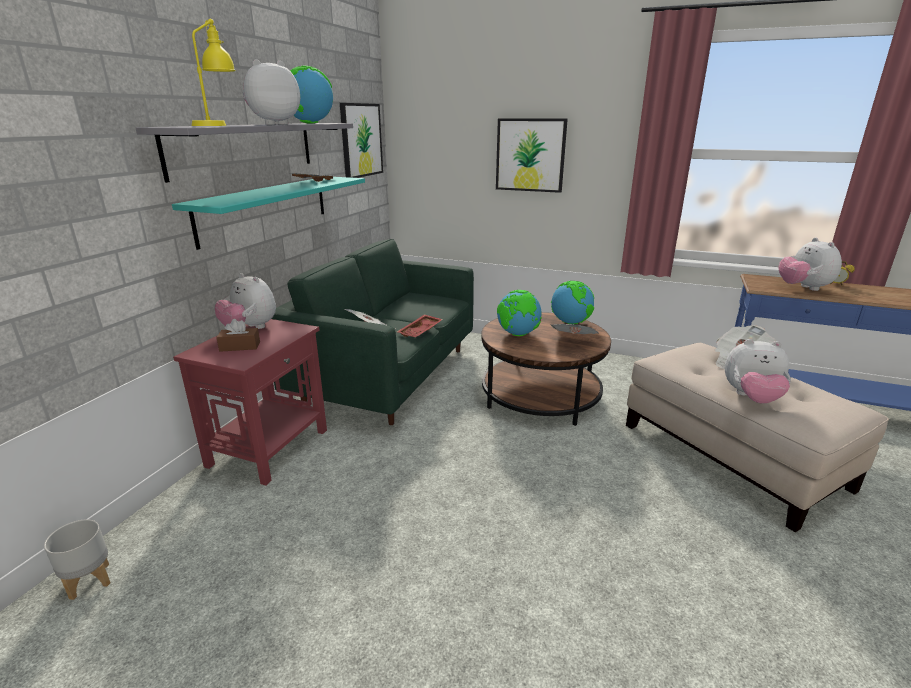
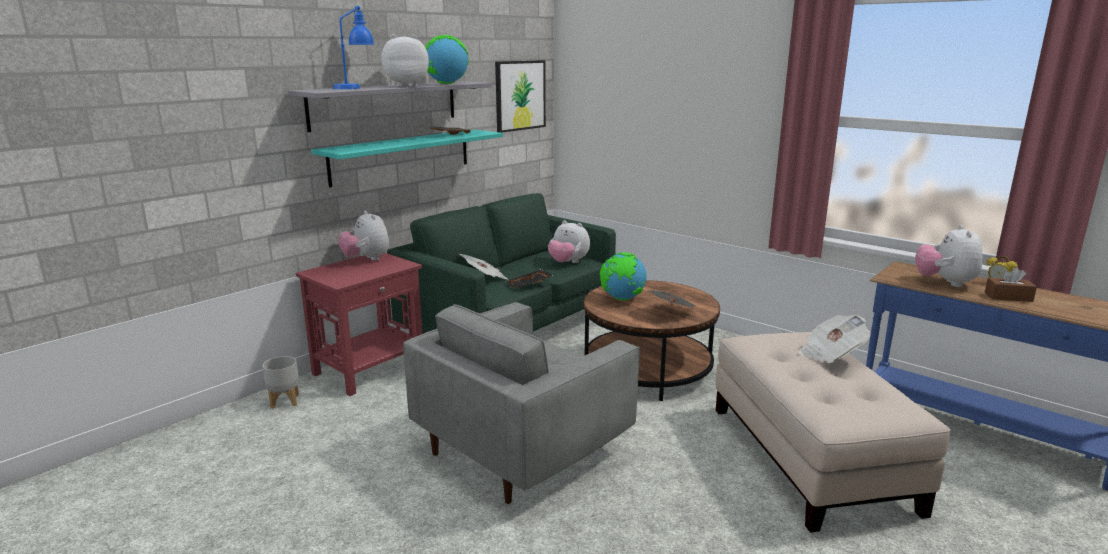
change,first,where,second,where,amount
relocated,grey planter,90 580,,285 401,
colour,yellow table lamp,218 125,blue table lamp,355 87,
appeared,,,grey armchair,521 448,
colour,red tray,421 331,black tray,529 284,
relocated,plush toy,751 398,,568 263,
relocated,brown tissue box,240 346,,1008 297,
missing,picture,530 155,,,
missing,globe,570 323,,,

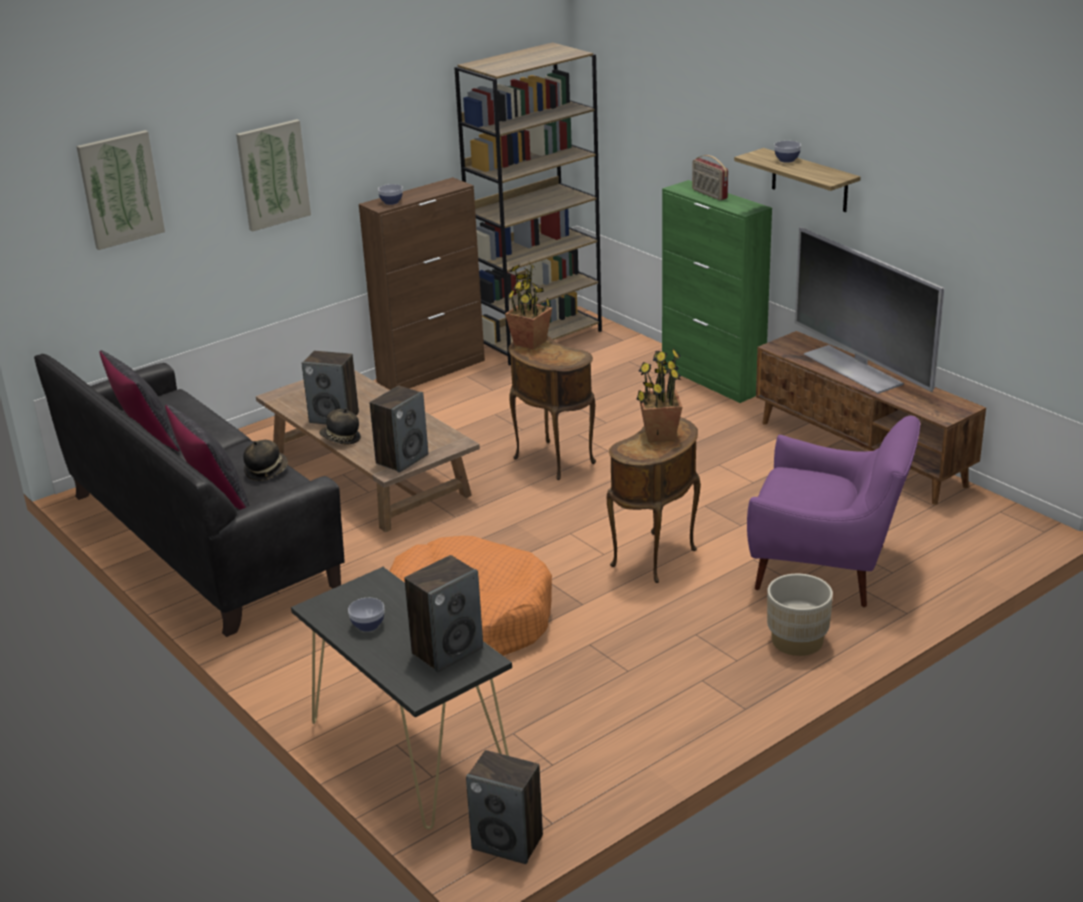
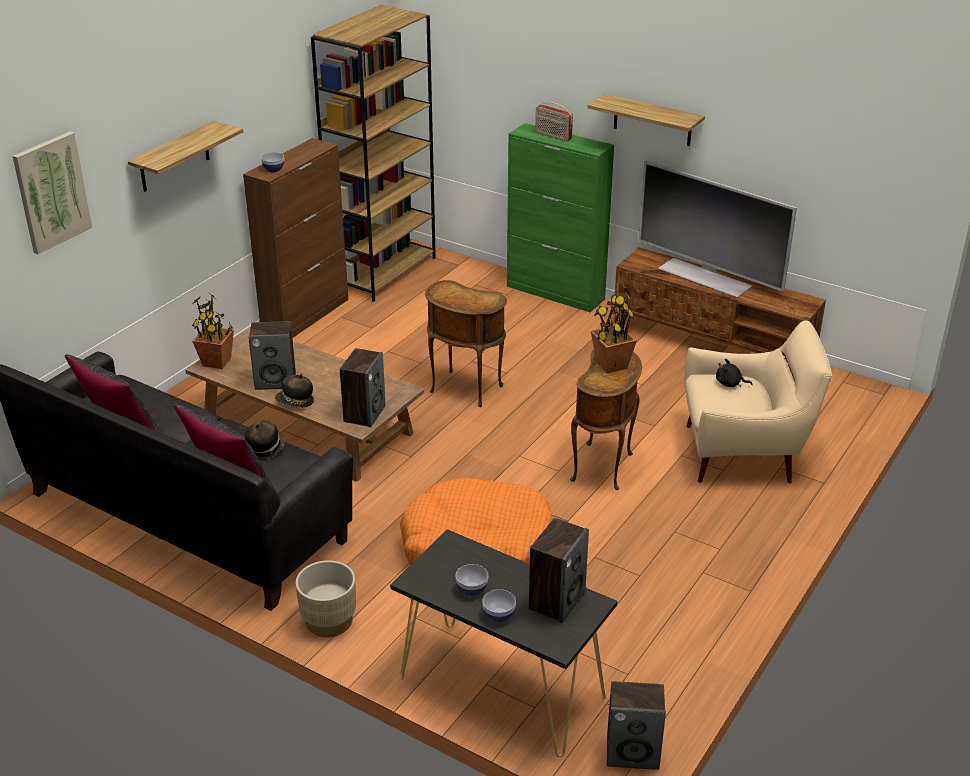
change,first,where,second,where,amount
exchanged,picture,273 174,shelf,174 157,
relocated,potted plant,530 343,,217 362,
relocated,beige planter,797 641,,329 621,
relocated,bowl,787 160,,499 615,
colour,purple armchair,828 569,beige armchair,744 454,
appeared,,,black plush toy,730 384,

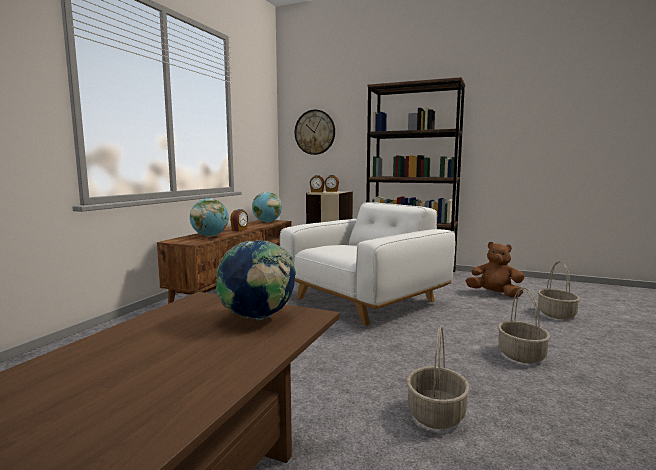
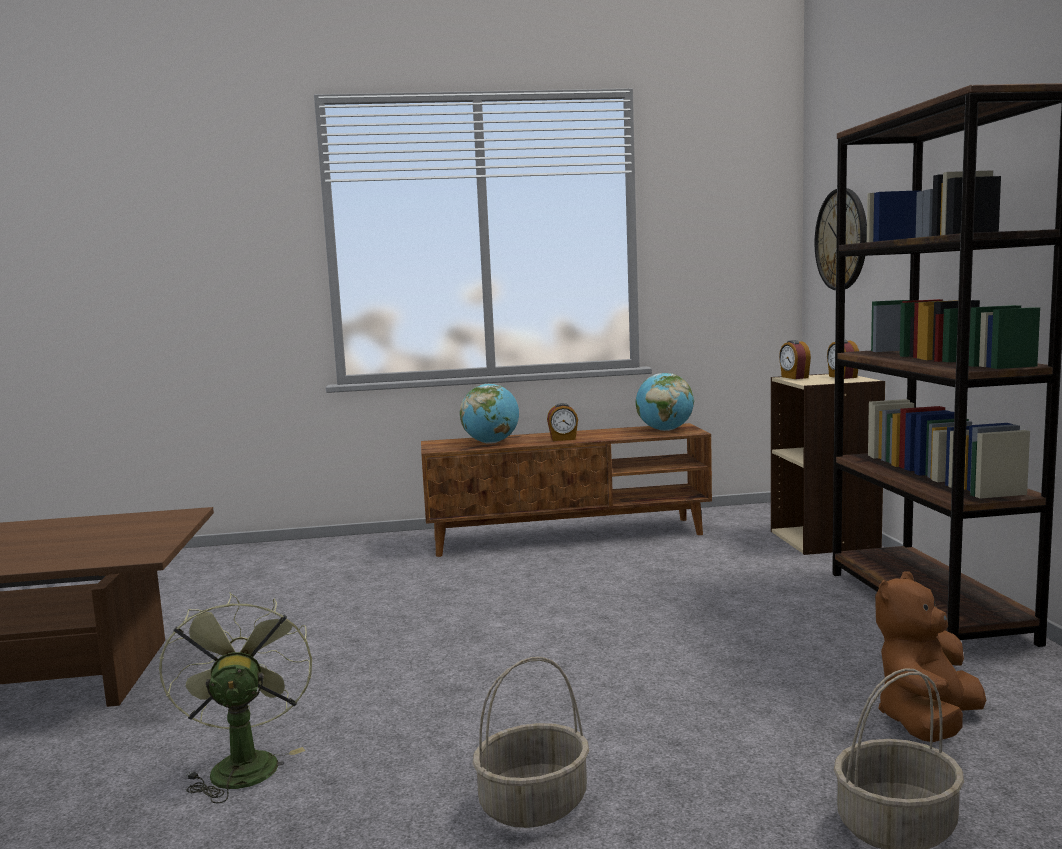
change,first,where,second,where,amount
exchanged,basket,436 414,green fan,243 764,
spun,brown plush toy,495 294,,927 723,135 degrees counterclockwise
missing,globe,258 318,,,
missing,white armchair,364 300,,,

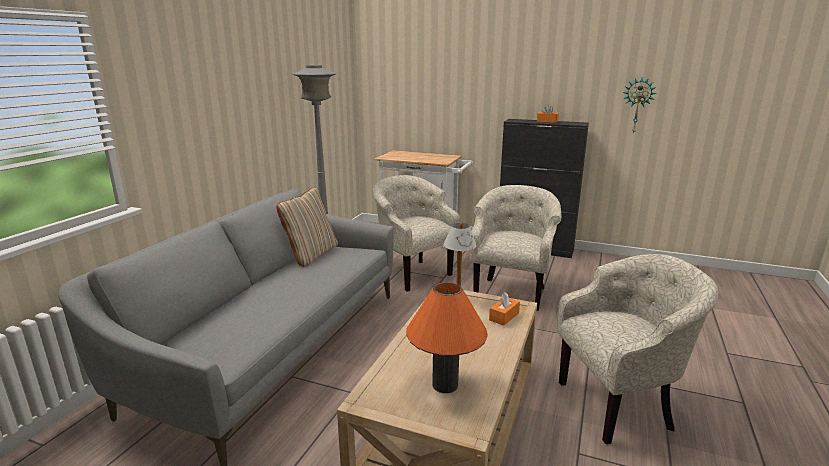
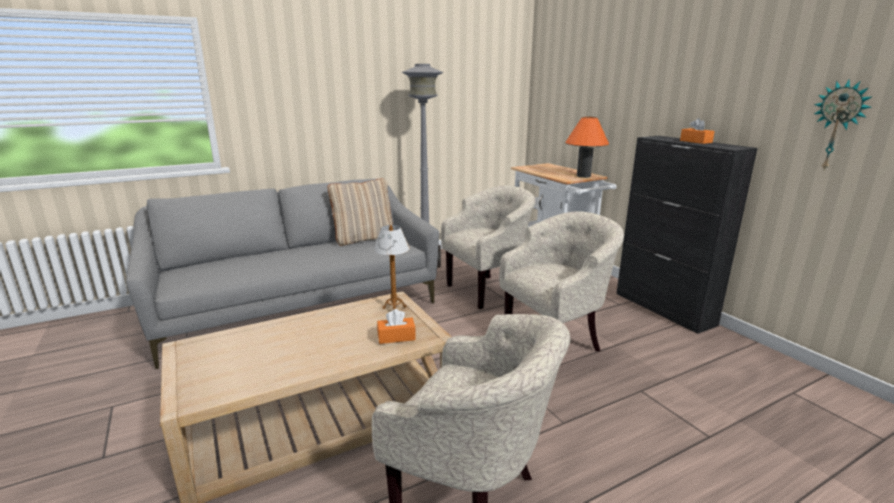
change,first,where,second,where,amount
spun,beige armchair,412 273,,487 290,60 degrees clockwise
relocated,orange table lamp,445 385,,583 176,

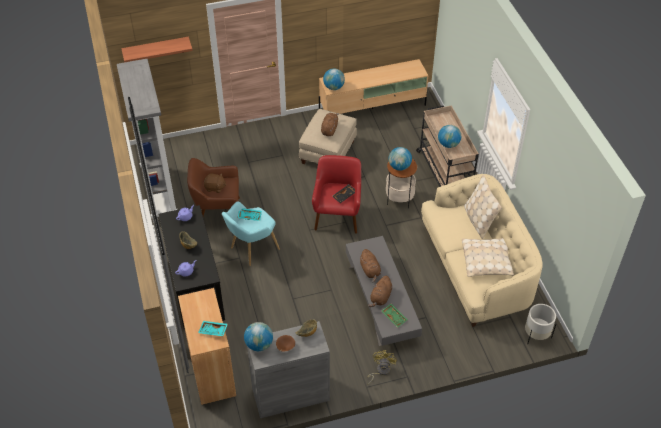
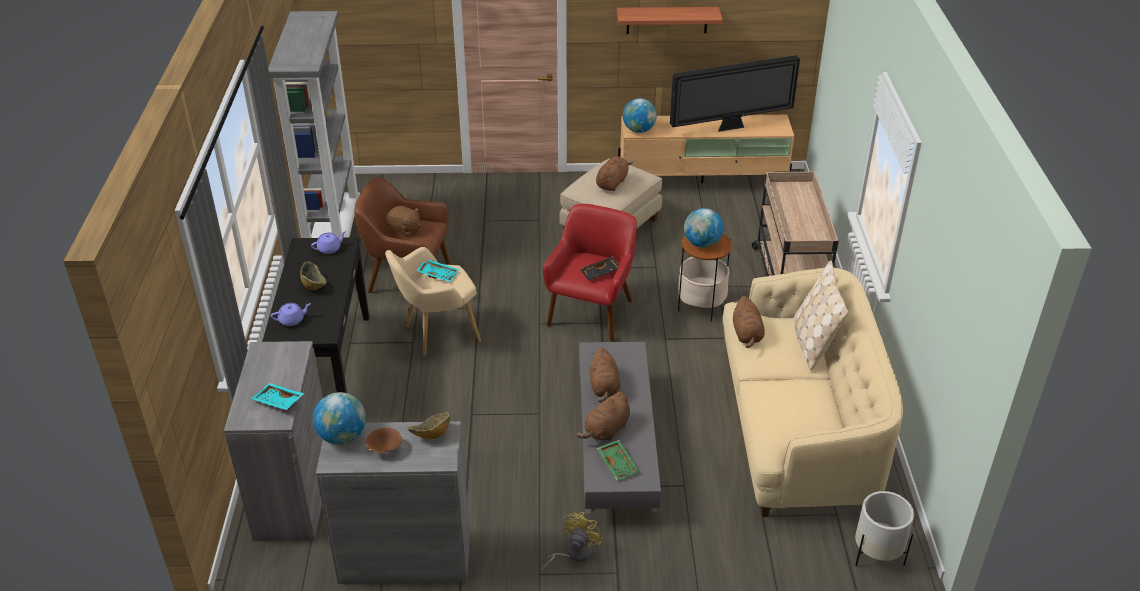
change,first,where,second,where,amount
colour,brown cabinet,211 371,grey cabinet,294 493,
colour,turquoise armchair,251 249,beige armchair,437 334,
relocated,shelf,156 49,,667 20,
appeared,,,television,731 127,
appeared,,,brown plush toy,747 335,
missing,globe,448 144,,,
missing,beige pillow,486 261,,,

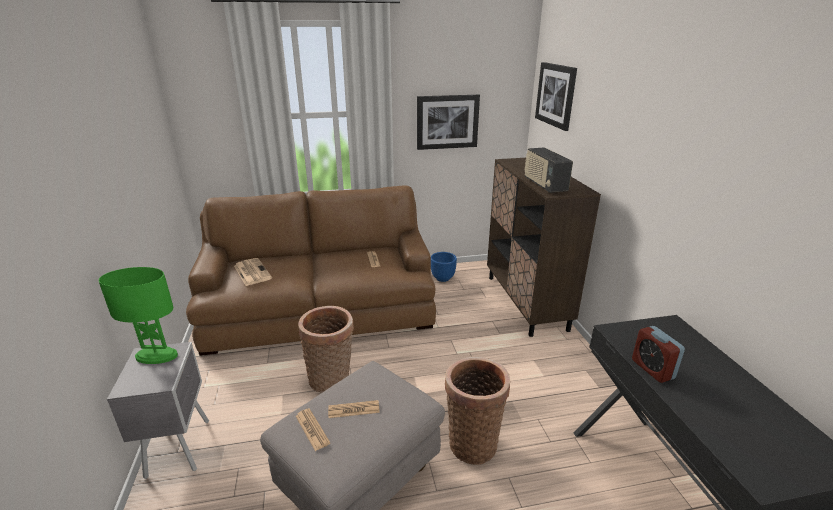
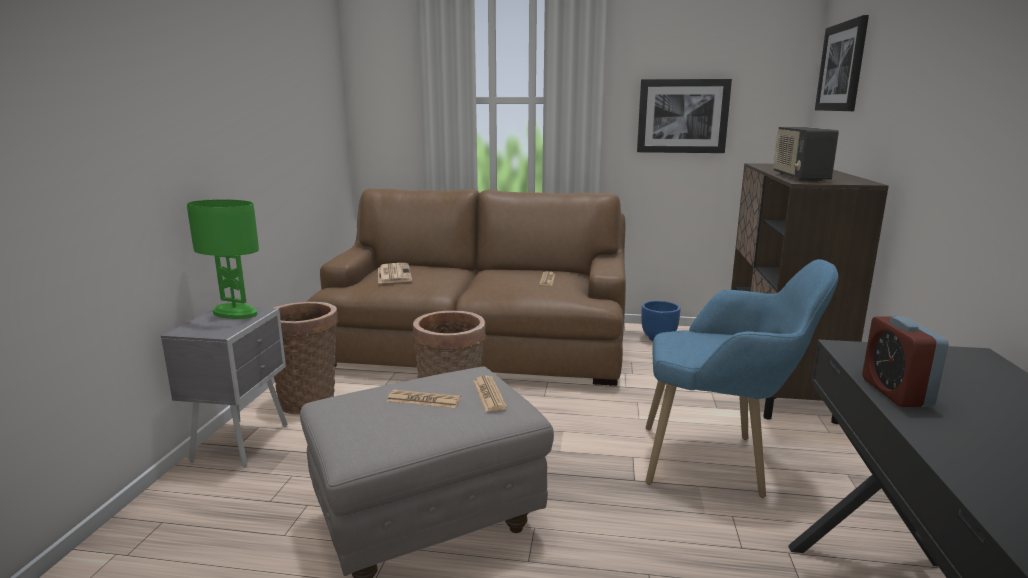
change,first,where,second,where,amount
relocated,basket,472 441,,309 400,
relocated,newspaper,312 429,,489 394,
appeared,,,blue armchair,720 462,

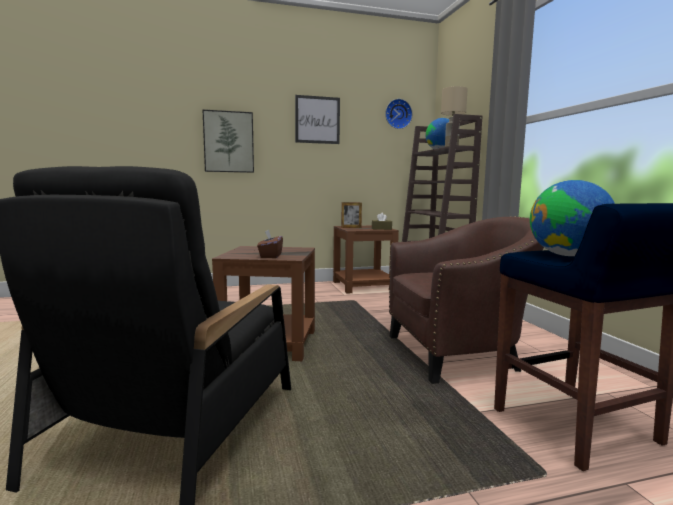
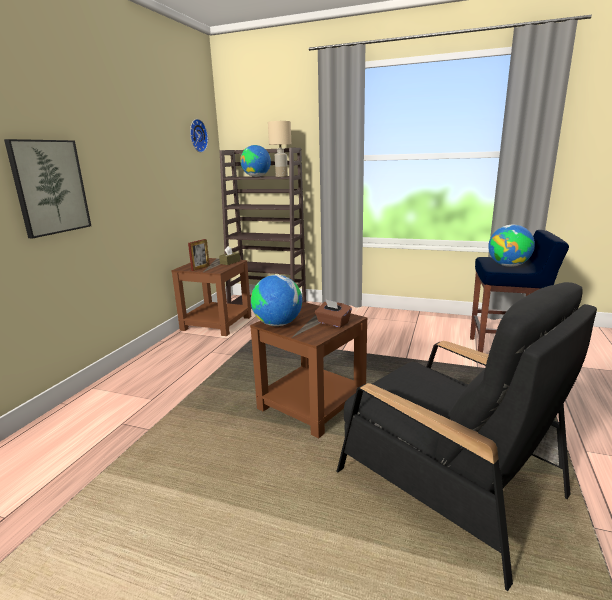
change,first,where,second,where,amount
appeared,,,globe,278 324,
missing,picture,317 120,,,
missing,brown armchair,459 354,,,

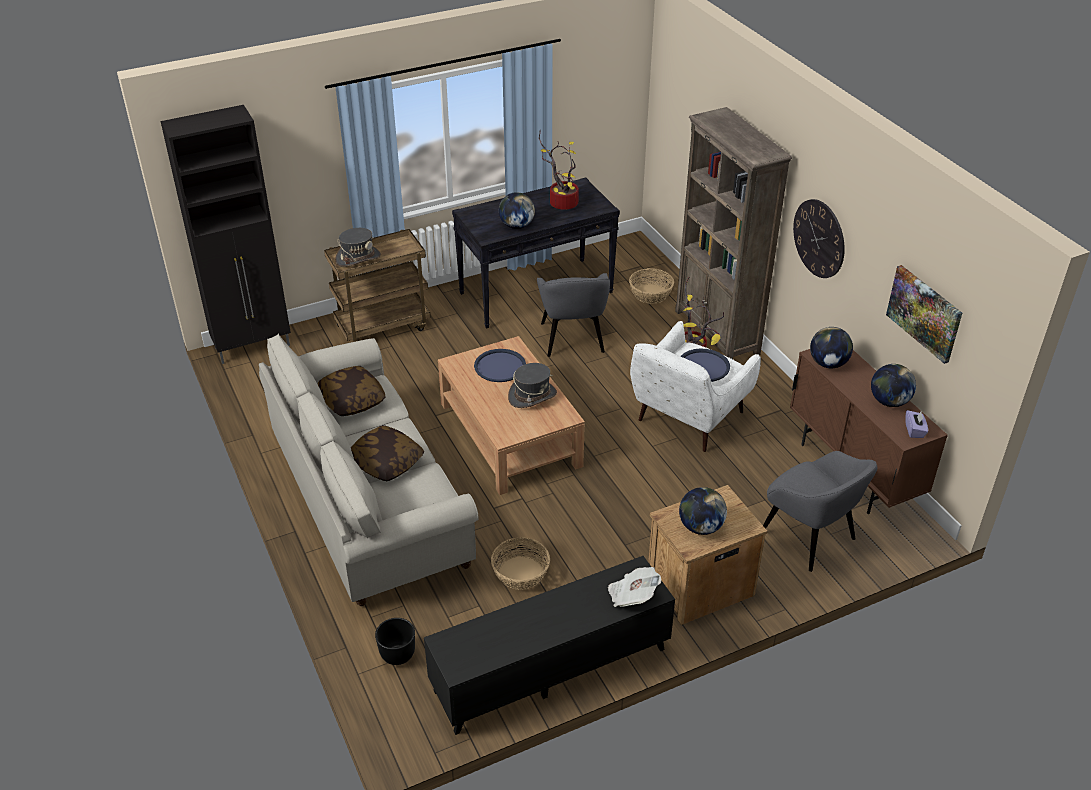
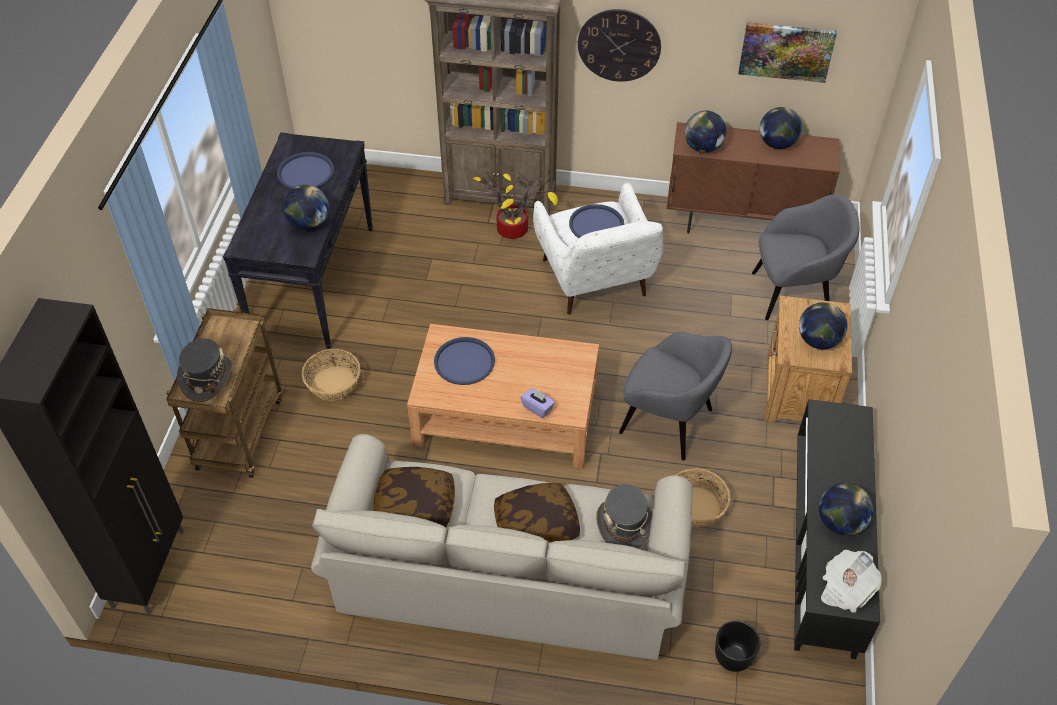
change,first,where,second,where,amount
exchanged,potted plant,561 203,blue tray,306 172,
relocated,basket,650 294,,333 383,
relocated,purple tissue box,914 430,,537 408,
relocated,grey hat,532 396,,624 524,
relocated,grey armchair,572 339,,668 422,
appeared,,,globe,840 522,
relocated,newspaper,632 595,,845 588,

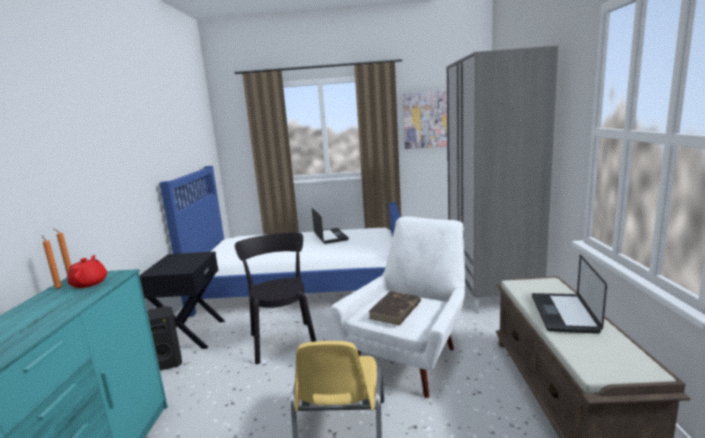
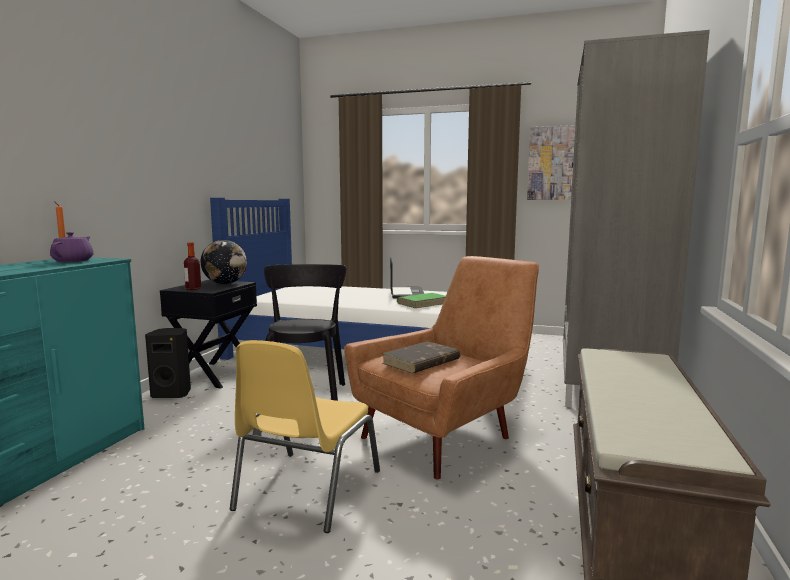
change,first,where,second,where,amount
colour,red teapot,90 283,purple teapot,73 261,
appeared,,,bottle,193 288,
appeared,,,globe,225 283,
colour,white armchair,411 355,brown armchair,447 434,
appeared,,,green book,423 303,
missing,orange candle,58 288,,,
missing,laptop,563 313,,,

